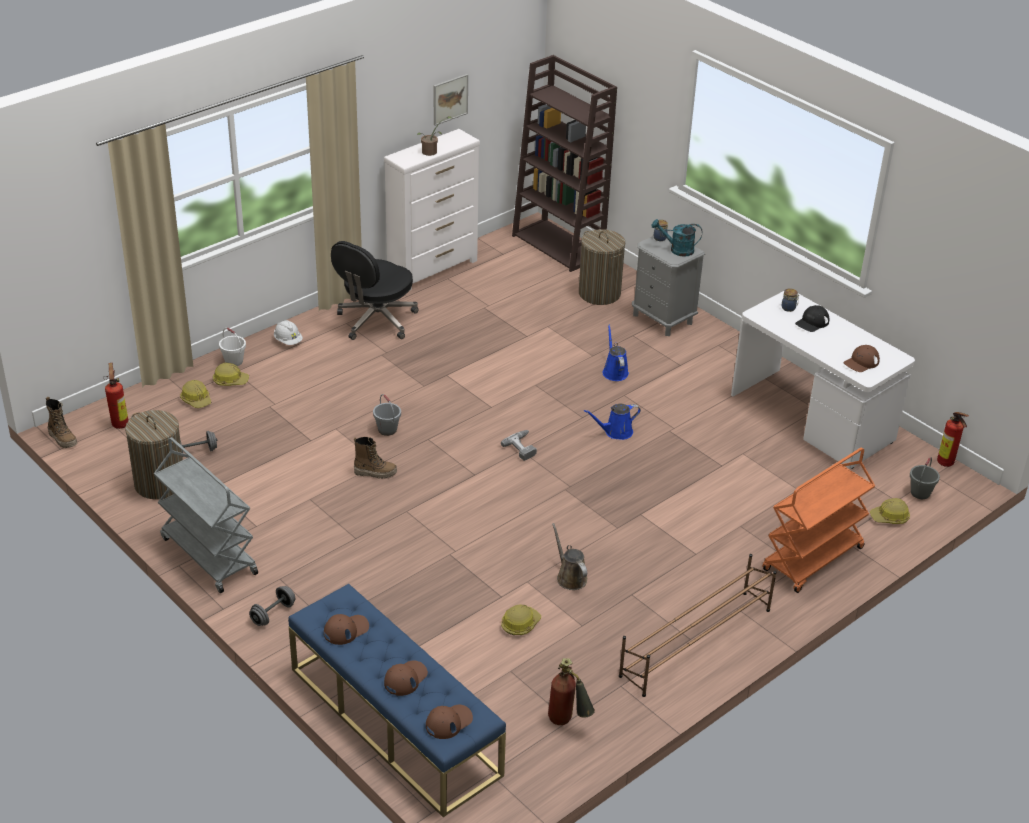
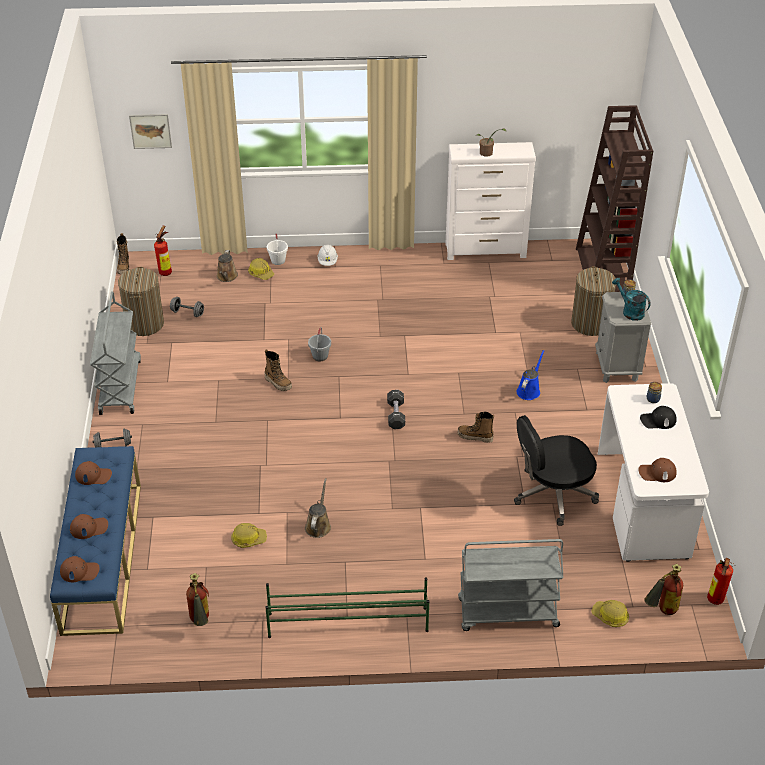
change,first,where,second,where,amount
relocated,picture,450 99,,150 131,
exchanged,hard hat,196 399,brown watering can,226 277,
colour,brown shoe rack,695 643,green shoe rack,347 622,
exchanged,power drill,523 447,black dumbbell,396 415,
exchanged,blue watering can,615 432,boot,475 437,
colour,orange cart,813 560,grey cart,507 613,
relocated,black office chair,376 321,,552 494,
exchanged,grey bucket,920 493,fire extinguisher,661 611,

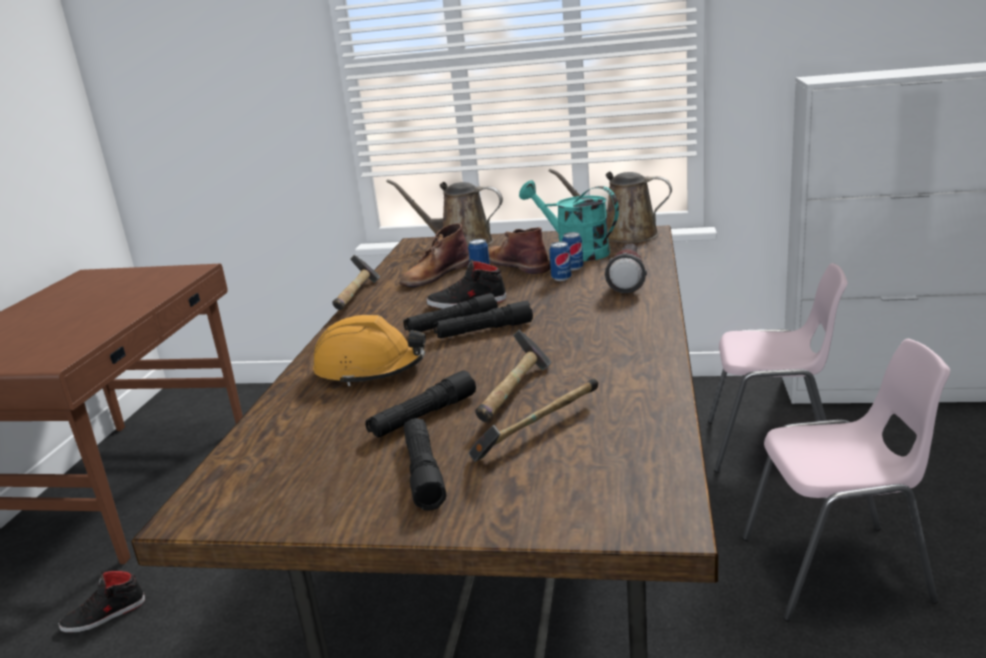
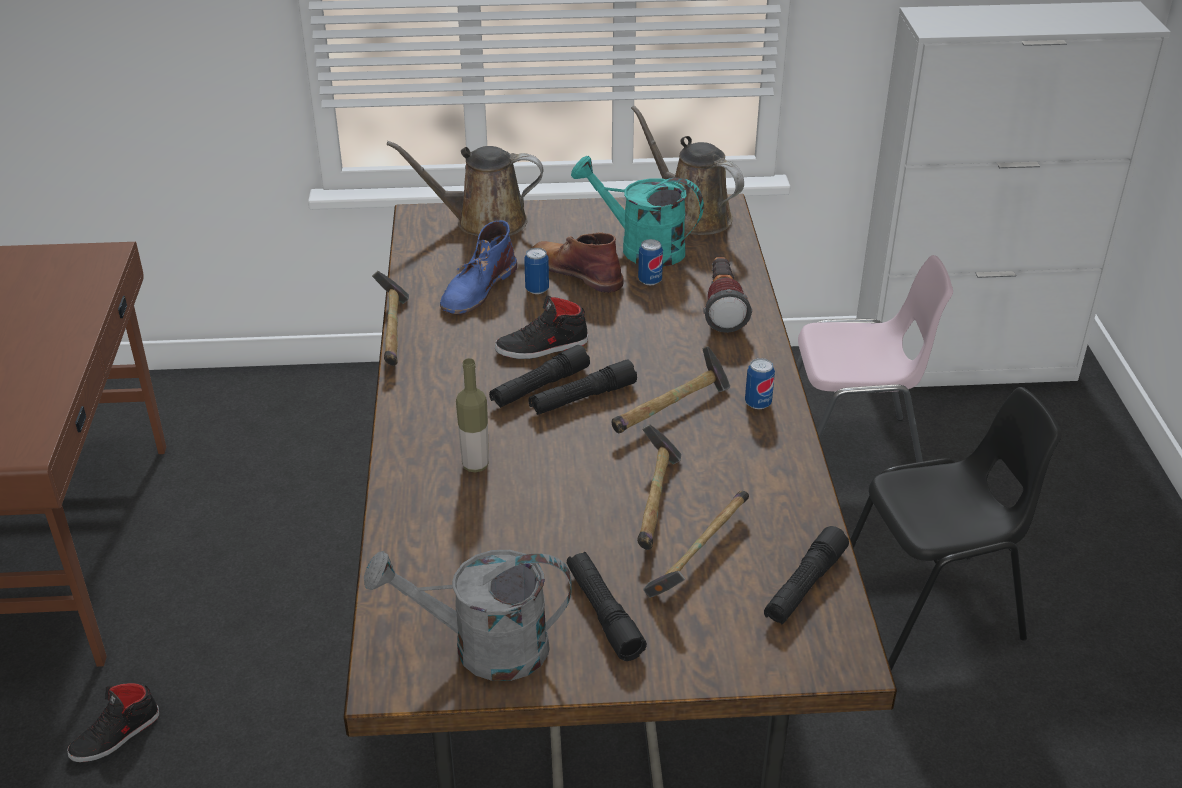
change,first,where,second,where,amount
appeared,,,grey watering can,483 648,
colour,brown boot,435 274,blue boot,477 288,
exchanged,orange hard hat,370 369,bottle,475 465,
appeared,,,hammer,672 409,
spun,brown watering can,623 236,,692 215,45 degrees clockwise
relocated,can,561 278,,758 403,
relocated,black flashlight,423 416,,804 586,
colour,pink chair,837 571,black chair,931 610,

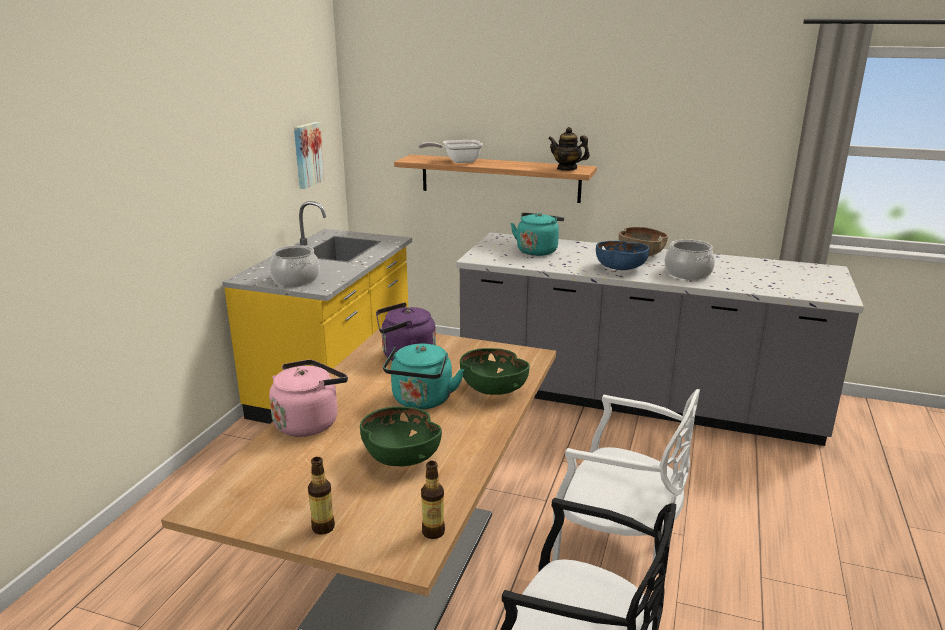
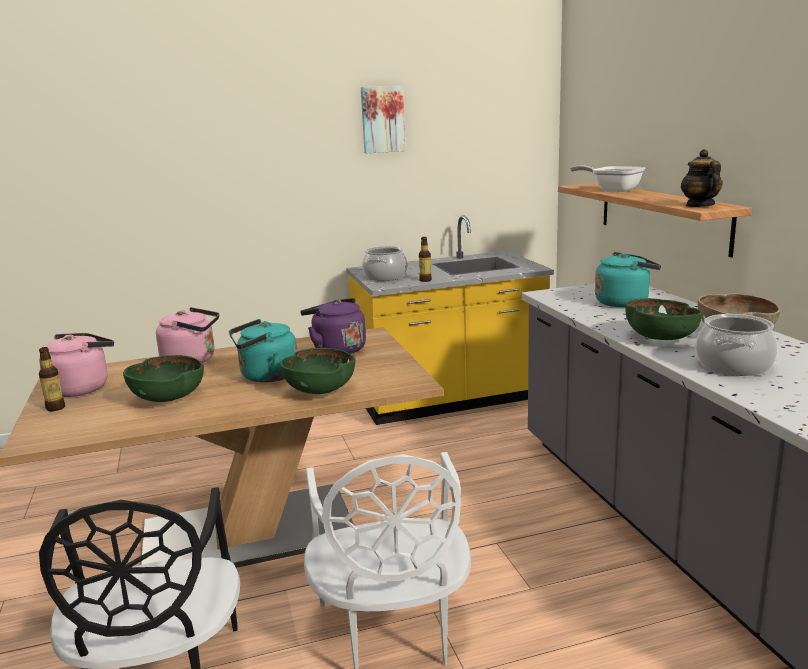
change,first,where,second,where,amount
appeared,,,pink kettle,82 388,
relocated,picture,307 154,,382 119,
relocated,bottle,433 532,,425 280,
colour,blue bowl,620 269,green bowl,659 338,

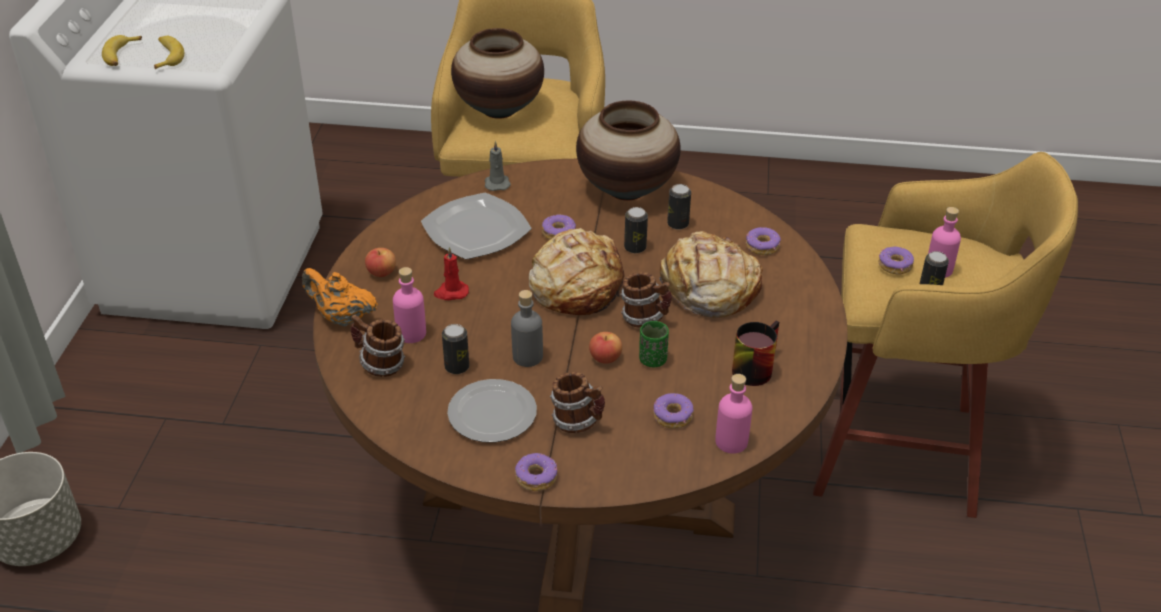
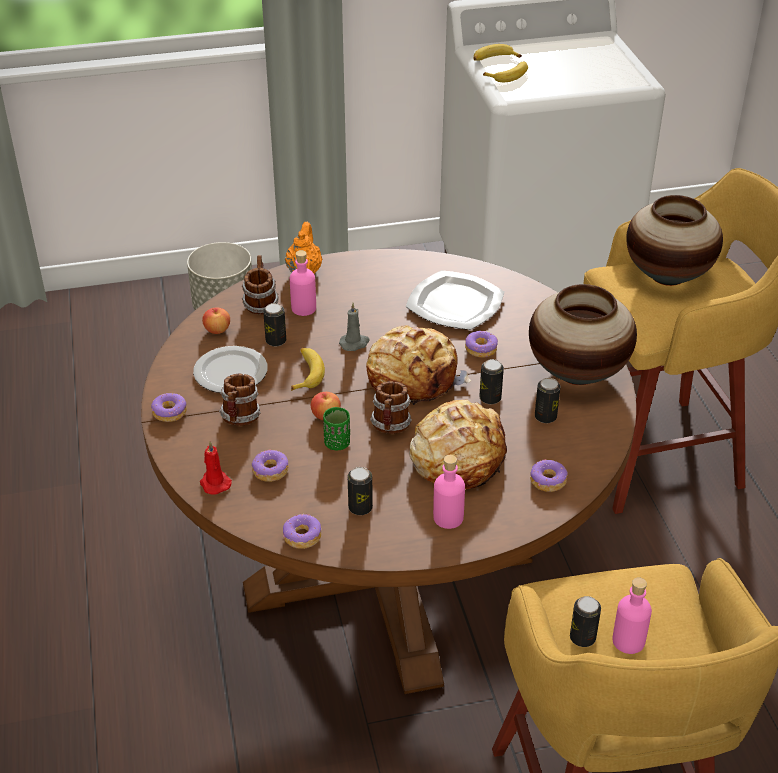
change,first,where,second,where,amount
relocated,red candle,451 292,,214 483,
relocated,apple,381 272,,217 330,
relocated,donut,895 266,,302 536,
exchanged,grey bottle,527 356,banana,306 373,
relocated,grey candle,497 183,,355 343,
exchanged,mug,752 366,can,360 508,
relocated,pink bottle,731 442,,448 518,

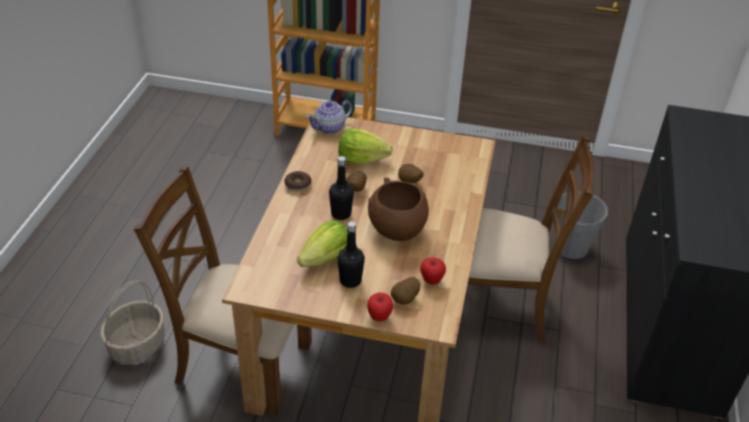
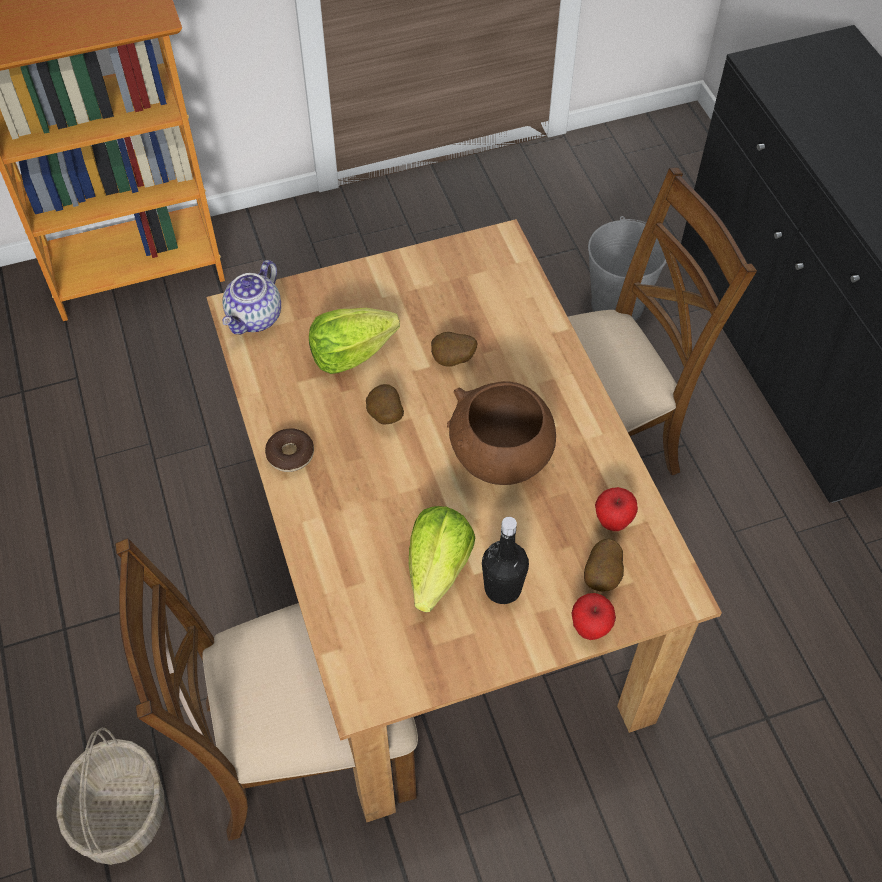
change,first,where,second,where,amount
missing,black bottle,341 214,,,

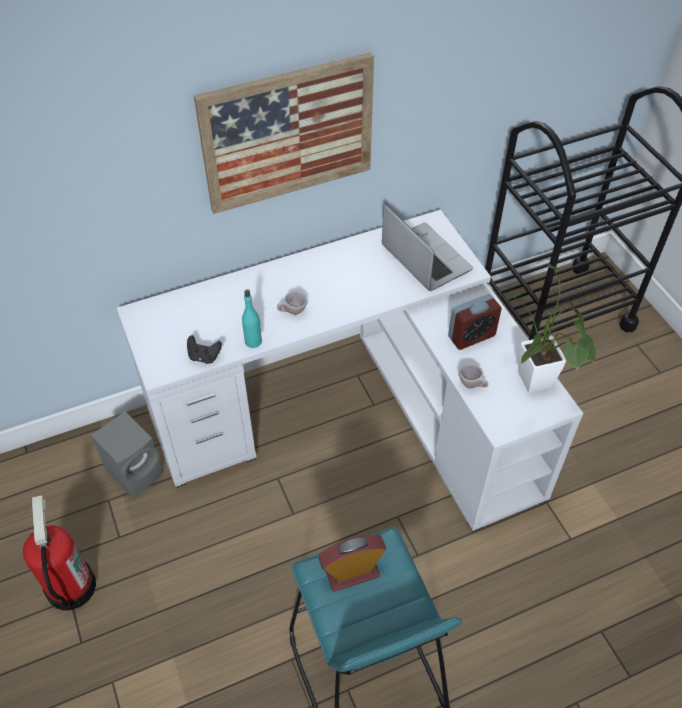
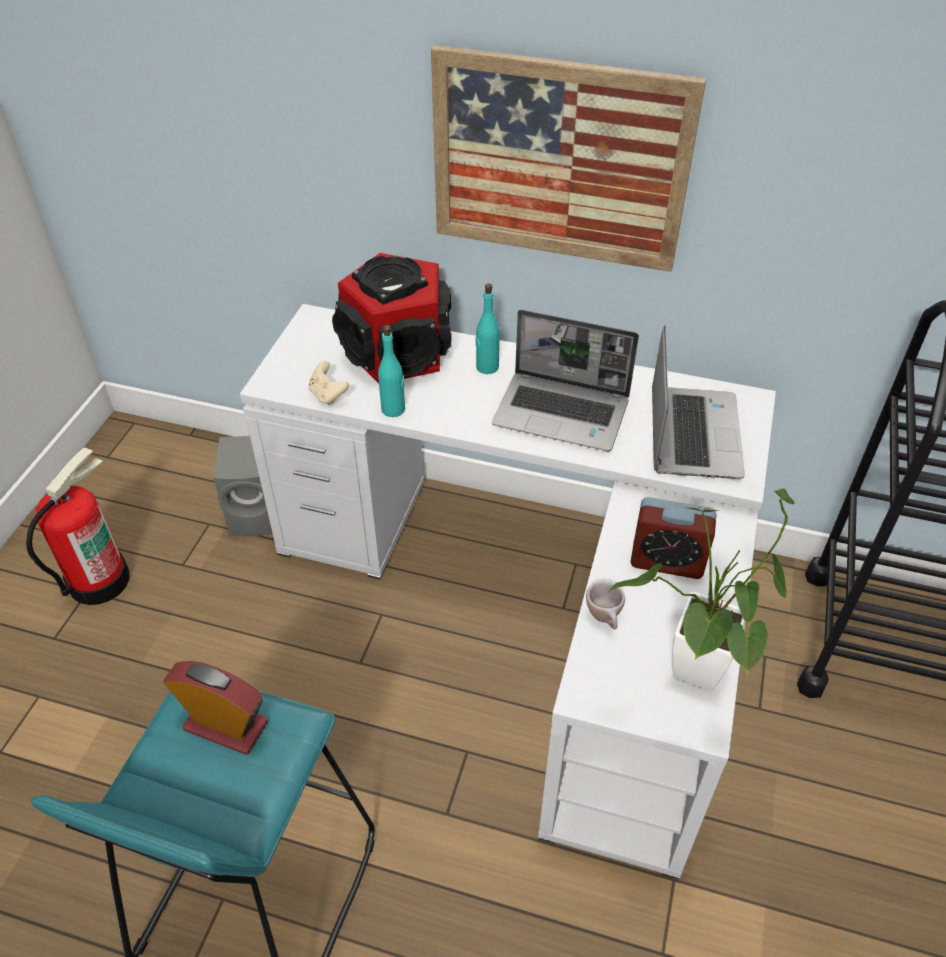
change,first,where,second,where,amount
colour,black game controller,204 357,beige game controller,328 395,
appeared,,,speaker,399 353,
appeared,,,turquoise bottle,487 367,
appeared,,,laptop,563 412,
missing,beige cup,292 312,,,

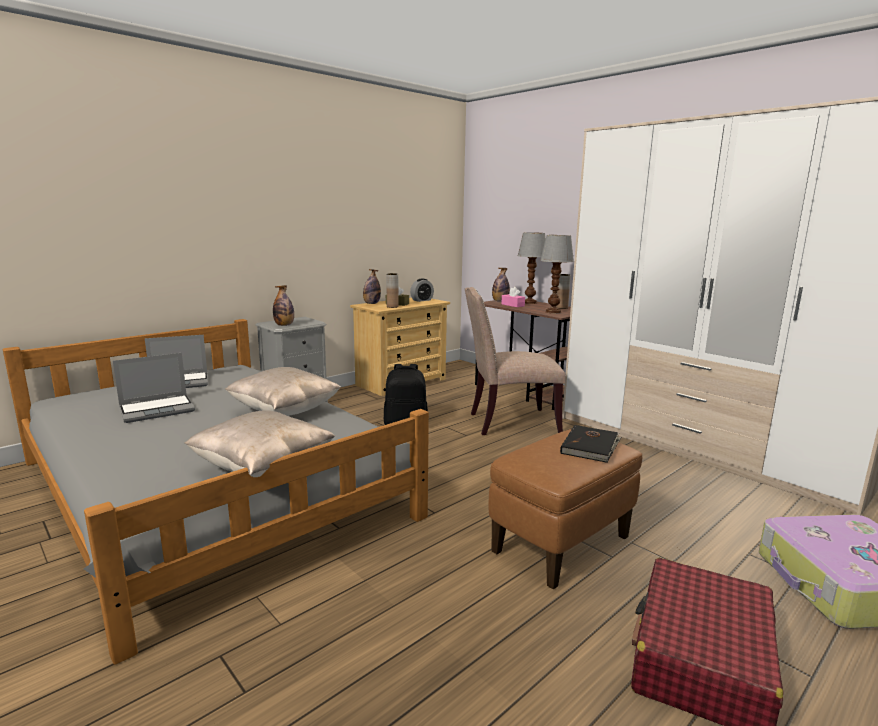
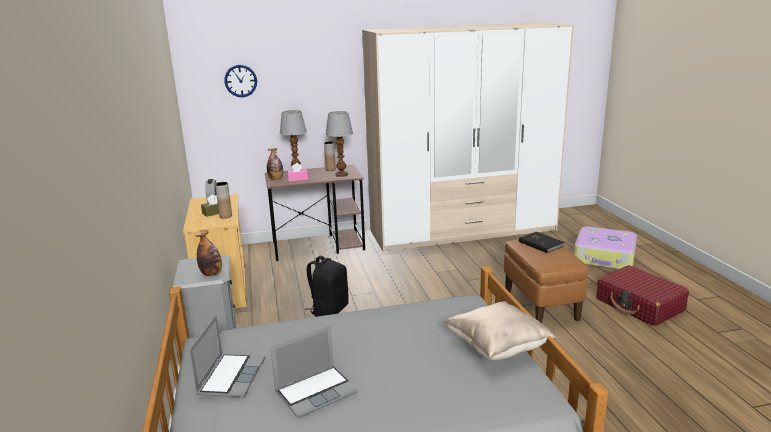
change,first,where,second,where,amount
appeared,,,wall clock,240 81,
spun,laptop,158 409,,316 391,60 degrees clockwise
missing,beige pillow,284 411,,,
missing,bottle,371 303,,,
missing,beige chair,509 423,,,

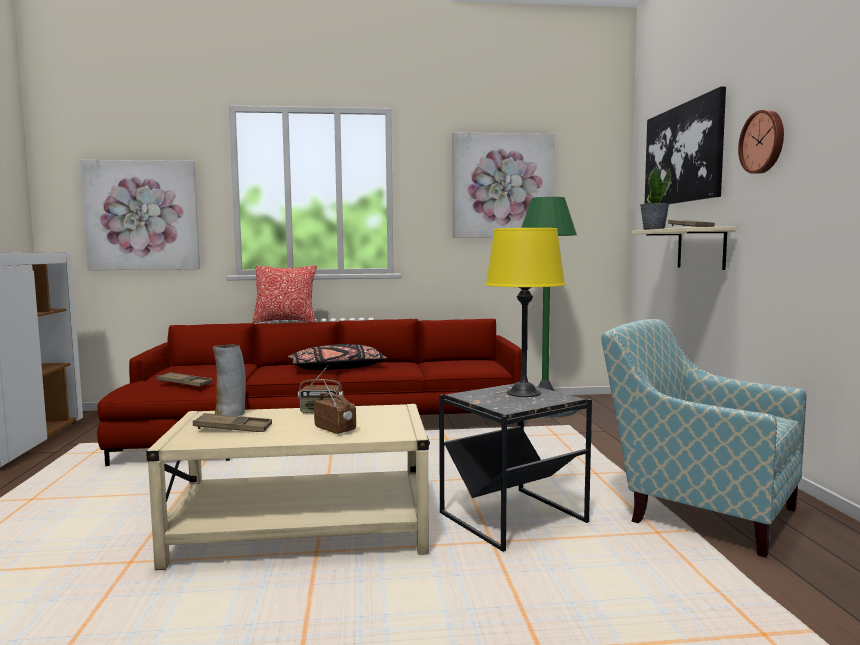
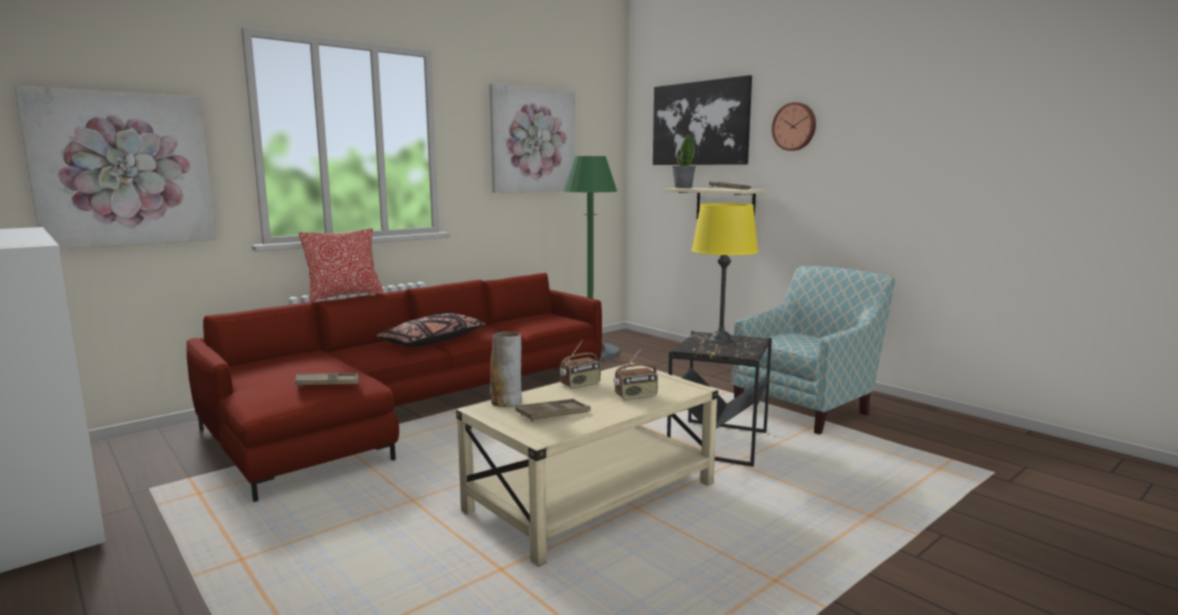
change,first,where,second,where,amount
spun,radio,335 429,,636 396,150 degrees clockwise
spun,armchair,698 510,,807 407,135 degrees clockwise

